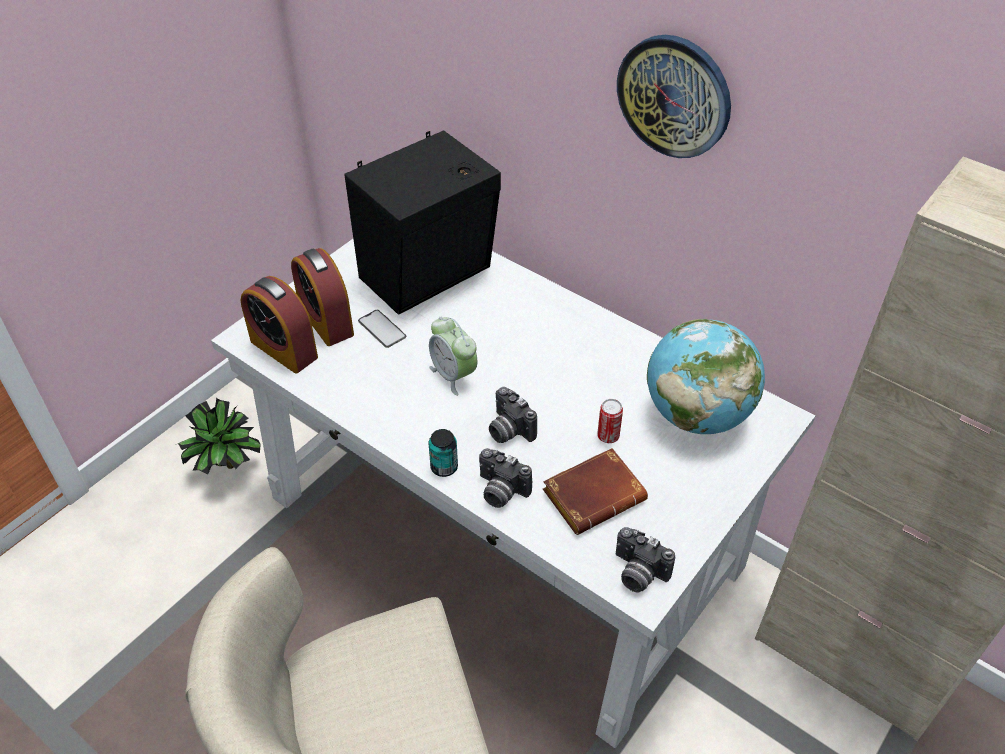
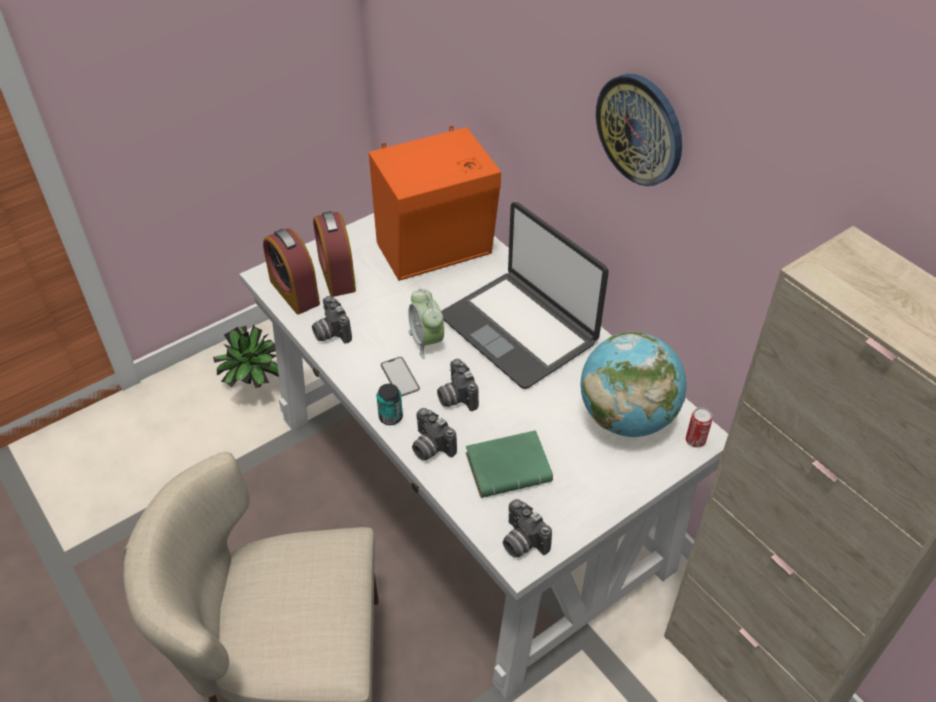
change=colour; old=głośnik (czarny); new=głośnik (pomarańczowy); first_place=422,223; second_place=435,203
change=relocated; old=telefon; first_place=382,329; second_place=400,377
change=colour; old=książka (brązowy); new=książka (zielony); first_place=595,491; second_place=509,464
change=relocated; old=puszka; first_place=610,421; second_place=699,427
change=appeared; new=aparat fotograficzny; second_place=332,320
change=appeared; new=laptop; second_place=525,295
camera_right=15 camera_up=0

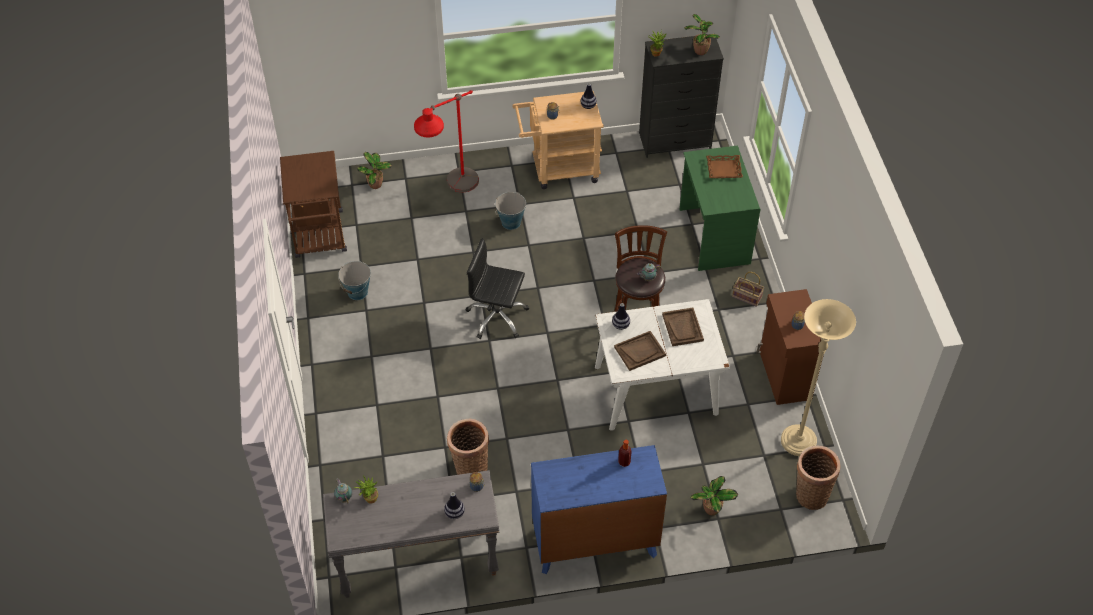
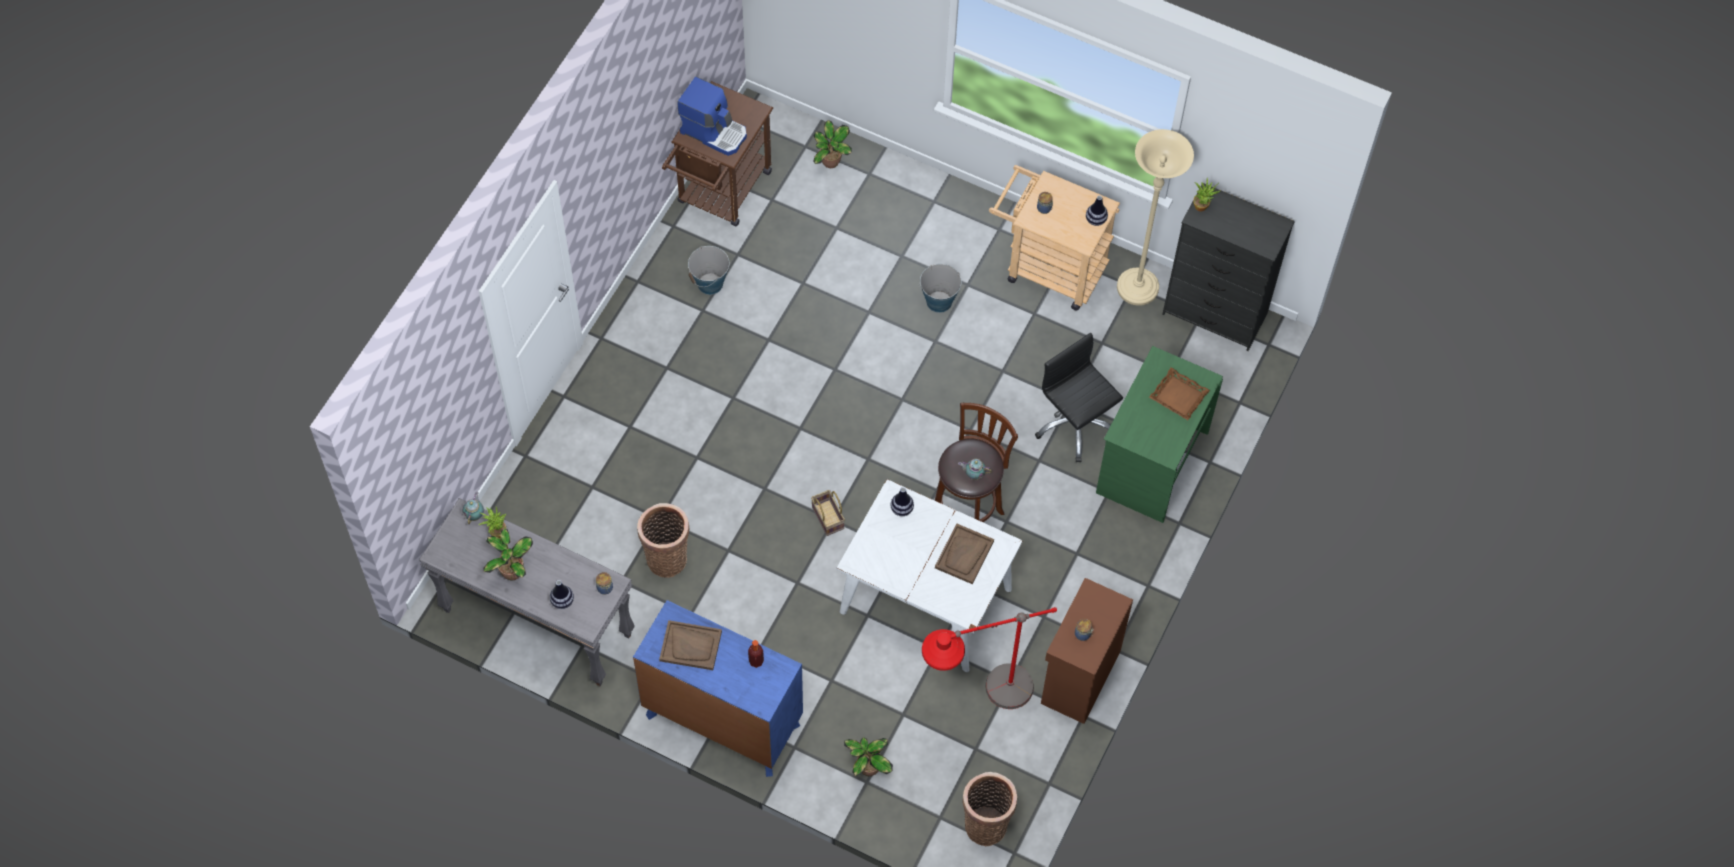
change=relocated; old=lampa stojąca (czerwony); first_place=446,141; second_place=989,658
change=relocated; old=krzesło biurowe (czarny); first_place=497,289; second_place=1079,397
change=relocated; old=taca (brązowy); first_place=640,351; second_place=690,645
change=relocated; old=roślina doniczkowa; first_place=702,34; second_place=508,554
change=relocated; old=koszyk; first_place=748,289; second_place=828,513
change=relocated; old=lampa stojąca (beżowy); first_place=818,377; second_place=1155,217
change=appeared; new=ekspres do kawy; second_place=712,116
camera_right=35 camera_up=10

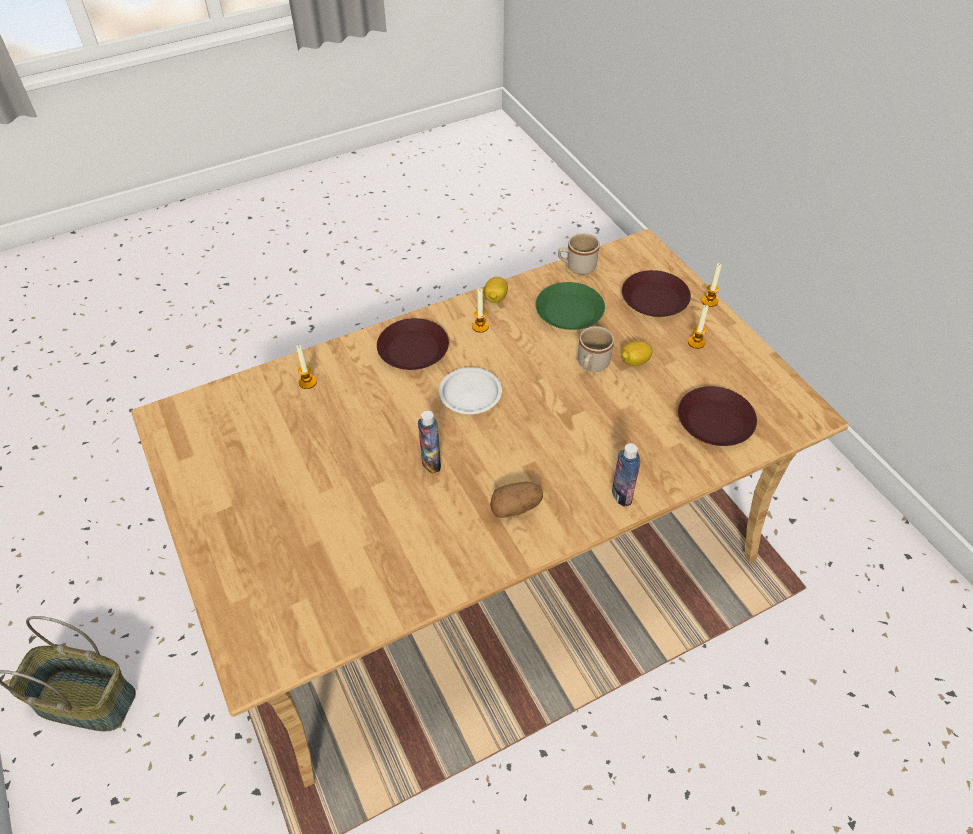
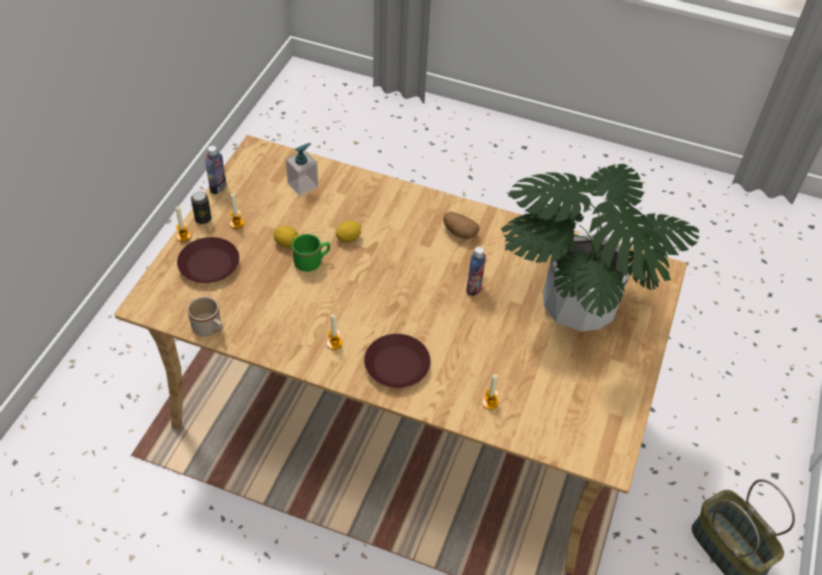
change=missing; old=talerz (biały); first_place=470,390
change=relocated; old=cytryna; first_place=495,290; second_place=348,231
change=missing; old=talerz (zielony); first_place=570,306
change=colour; old=kubek (beżowy); new=kubek (zielony); first_place=596,349; second_place=311,253
change=relocated; old=butelka; first_place=626,475; second_place=216,170
change=exchanged; old=talerz (brązowy); new=dozownik mydła; first_place=717,416; second_place=302,169
change=appeared; new=puszka; second_place=201,207
change=appeared; new=roślina doniczkowa; second_place=600,248
camera_right=-135 camera_up=0

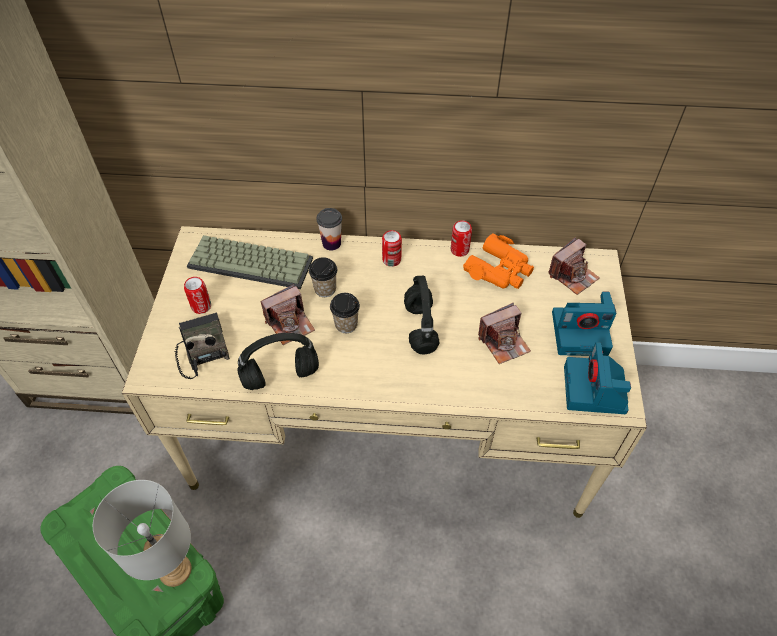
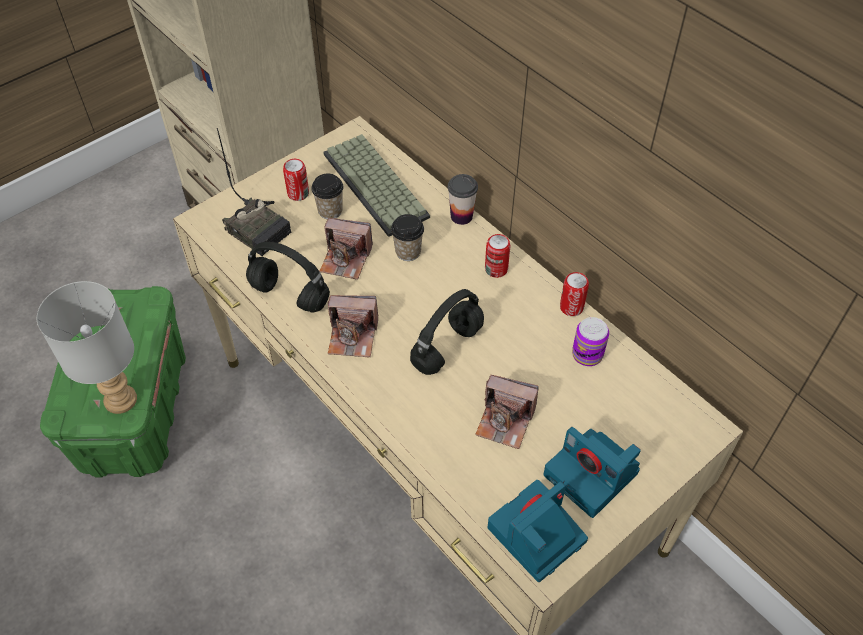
change=spun; old=radio; first_place=202,346; second_place=254,192; degrees=105
change=relocated; old=filiżanka; first_place=345,313; second_place=327,196
change=exchanged; old=lornetka (pomarańczowy); new=puszka; first_place=498,261; second_place=590,341
change=relocated; old=aparat fotograficzny; first_place=574,266; second_place=353,326
camera_right=45 camera_up=0

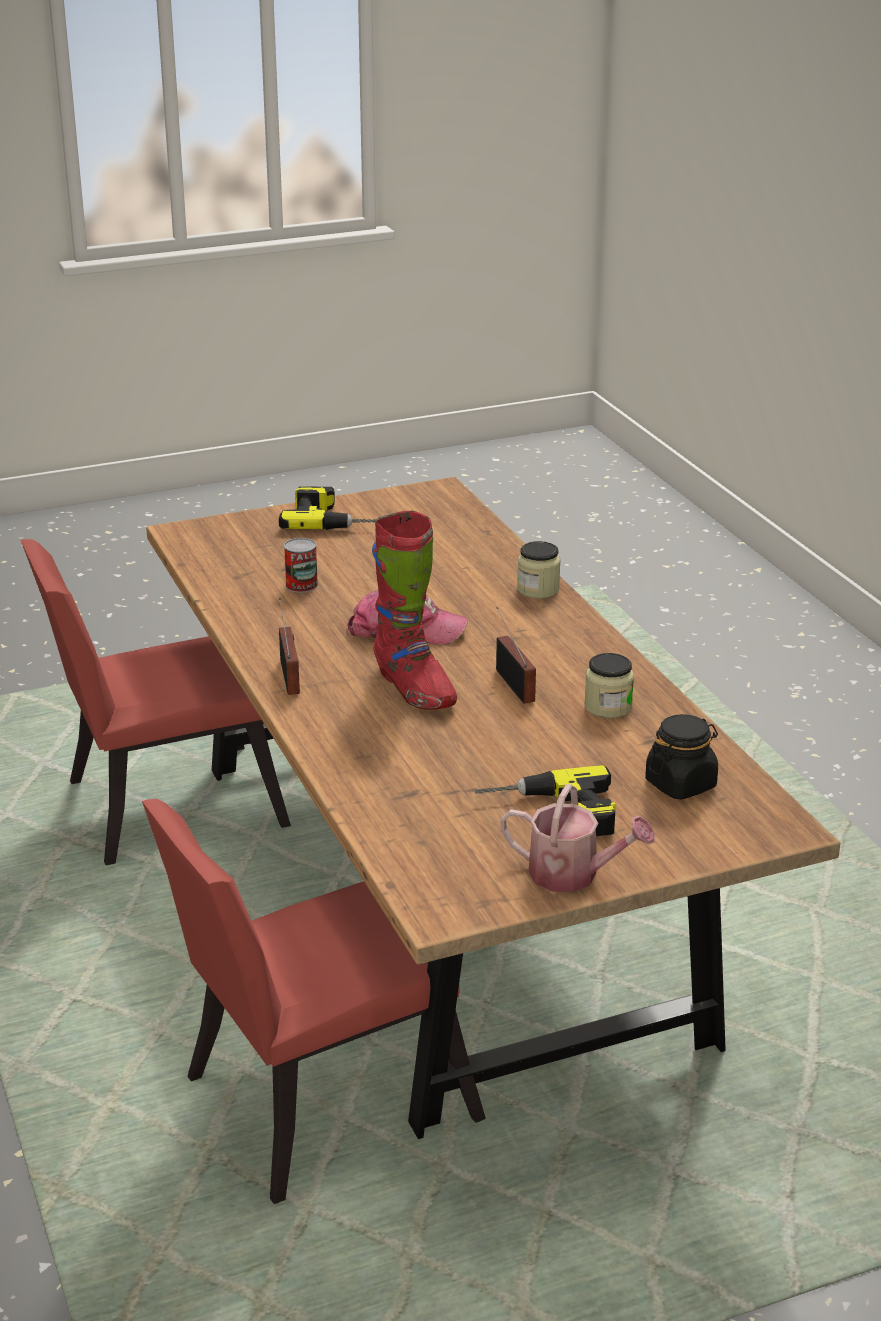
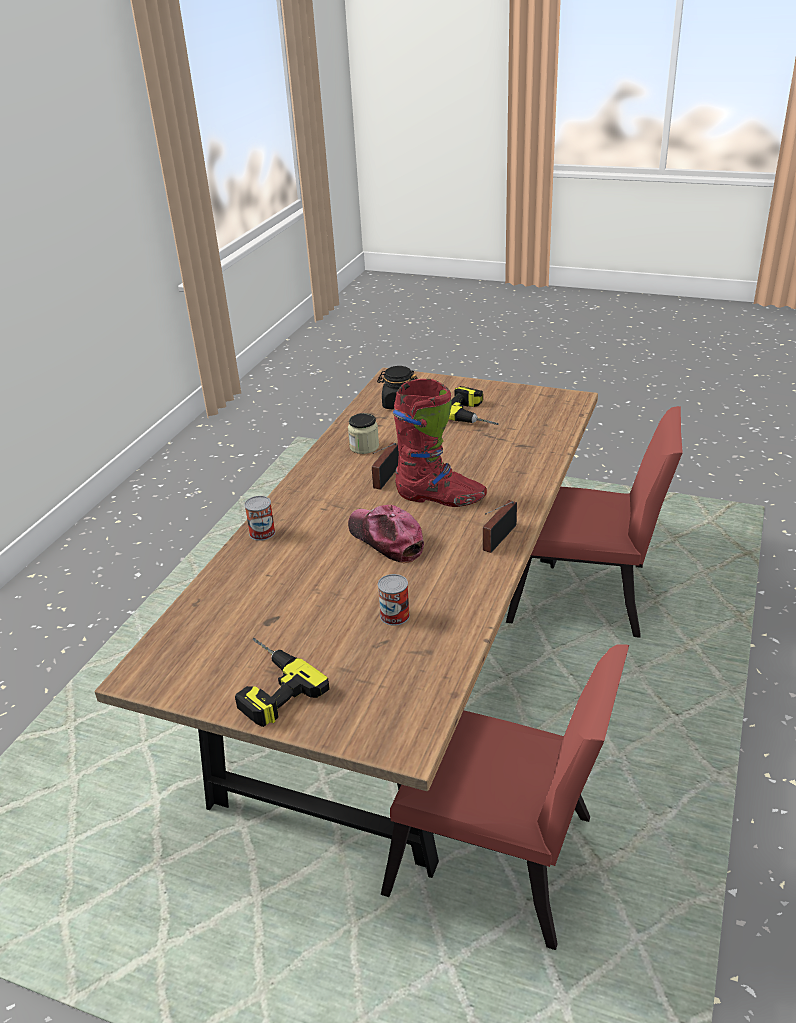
change=spun; old=but z cholewką (czerwony); first_place=414,610; second_place=440,443; degrees=90
change=missing; old=konewka; first_place=577,838
change=exchanged; old=słoik; new=puszka; first_place=539,570; second_place=259,518
camera_right=-135 camera_up=5

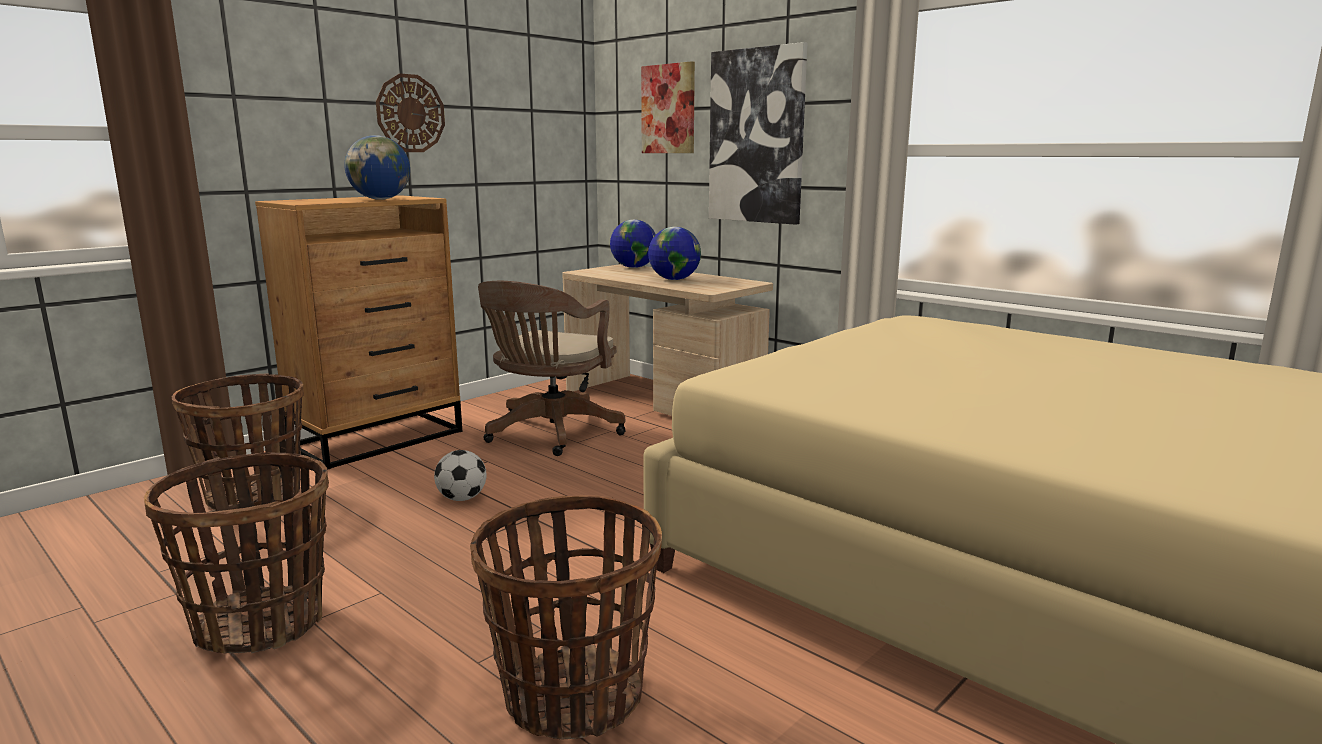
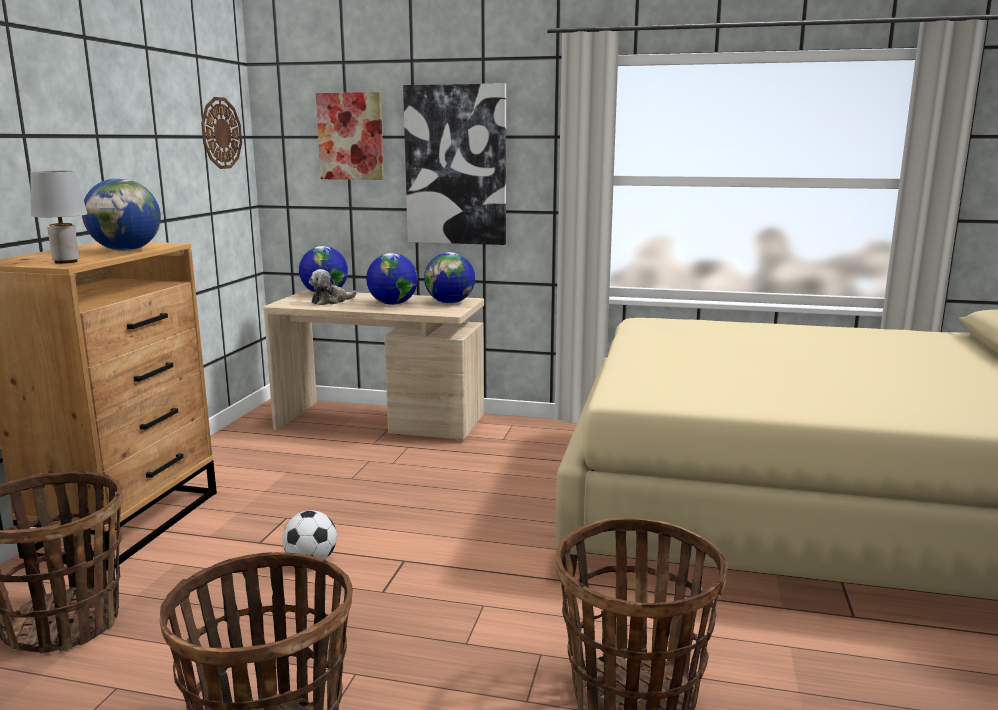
change=relocated; old=zegar ścienny; first_place=410,112; second_place=221,133
change=missing; old=krzesło biurowe (brązowy); first_place=551,368
change=appeared; new=lampa stołowa (szary); second_place=58,217
change=appeared; new=pluszak; second_place=333,287
change=appeared; new=globus; second_place=449,278
camera_right=-30 camera_up=0

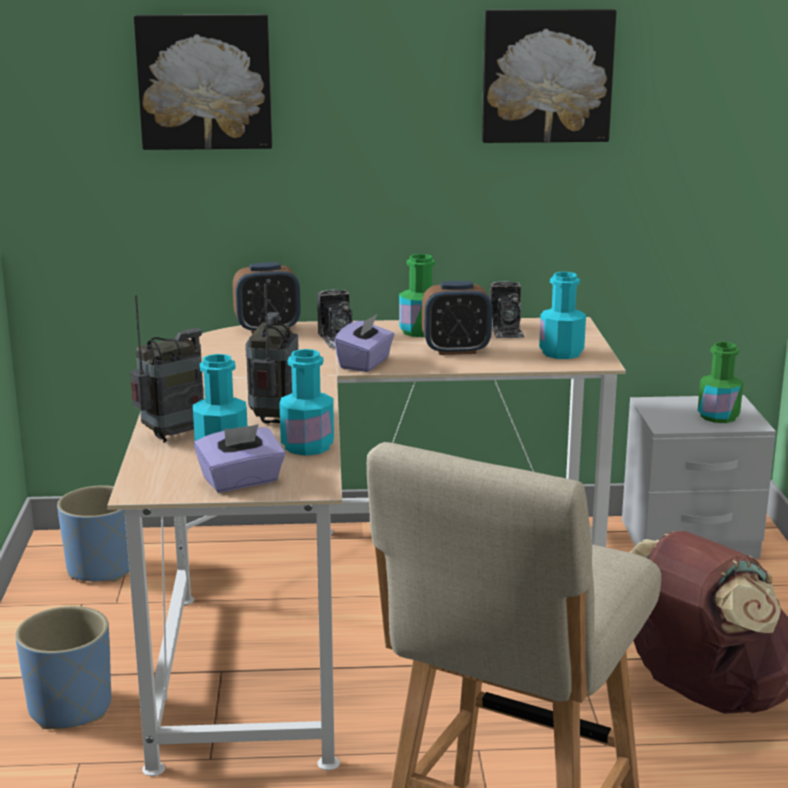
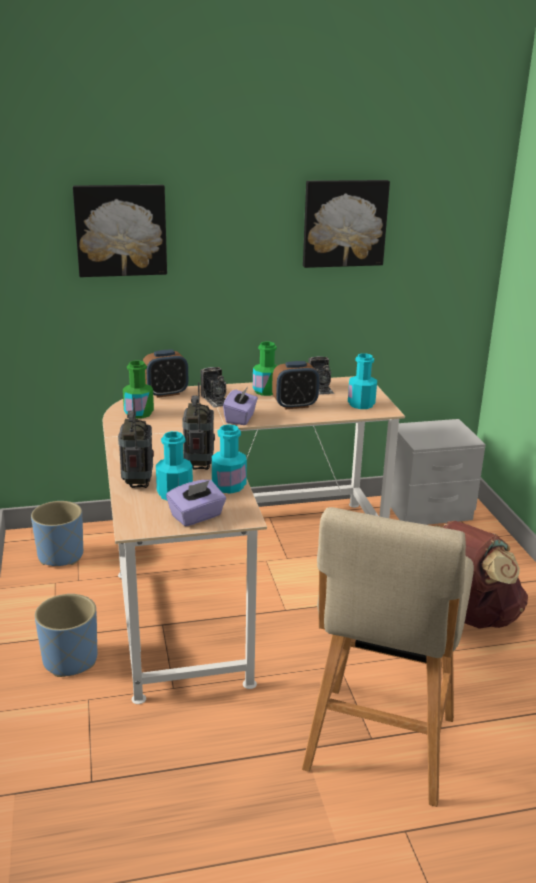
change=spun; old=radio; first_place=167,368; second_place=136,442; degrees=-45
change=relocated; old=butelka (zielony); first_place=720,382; second_place=138,390
camera_right=-10 camera_up=5

